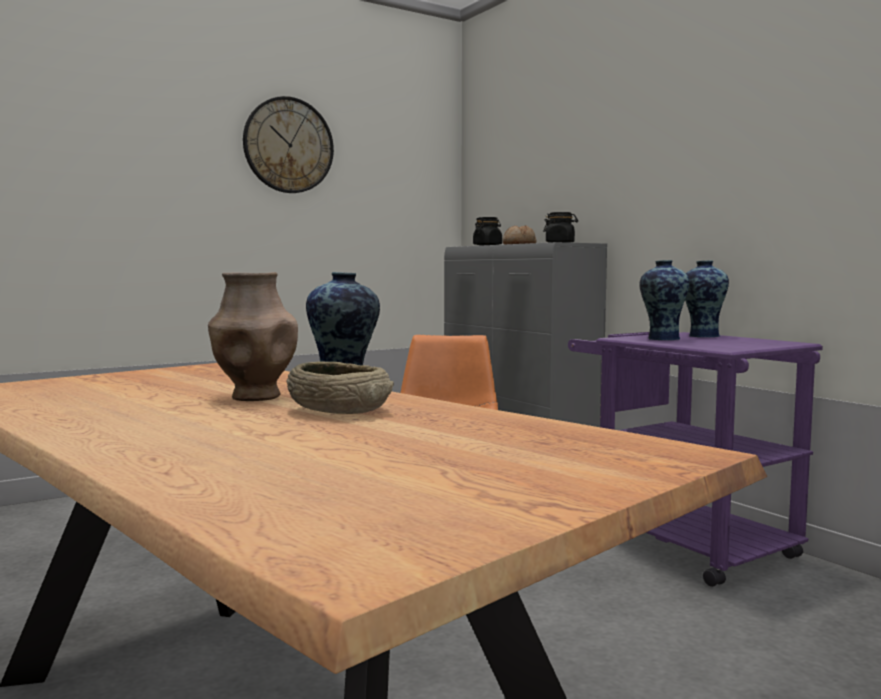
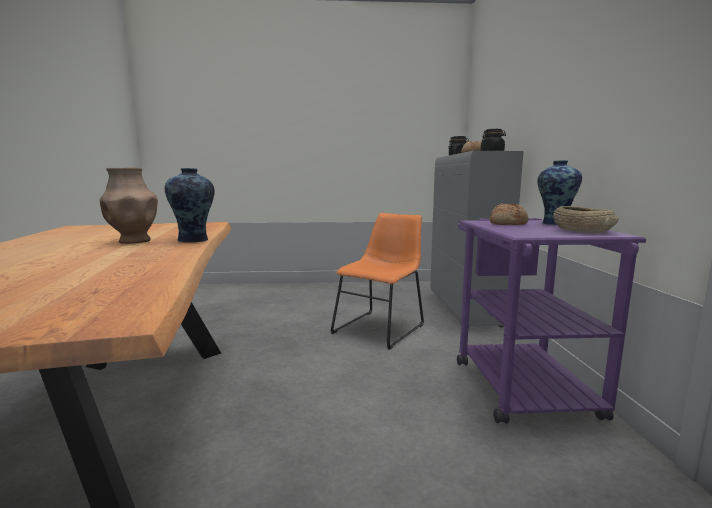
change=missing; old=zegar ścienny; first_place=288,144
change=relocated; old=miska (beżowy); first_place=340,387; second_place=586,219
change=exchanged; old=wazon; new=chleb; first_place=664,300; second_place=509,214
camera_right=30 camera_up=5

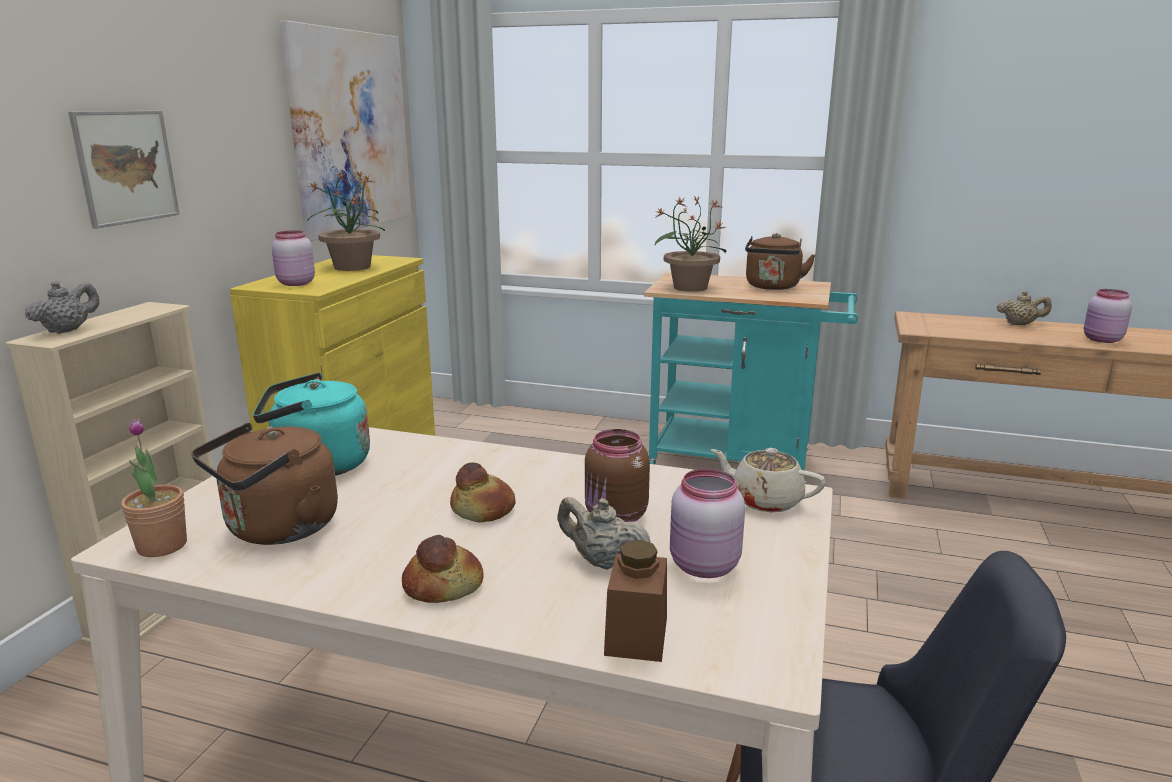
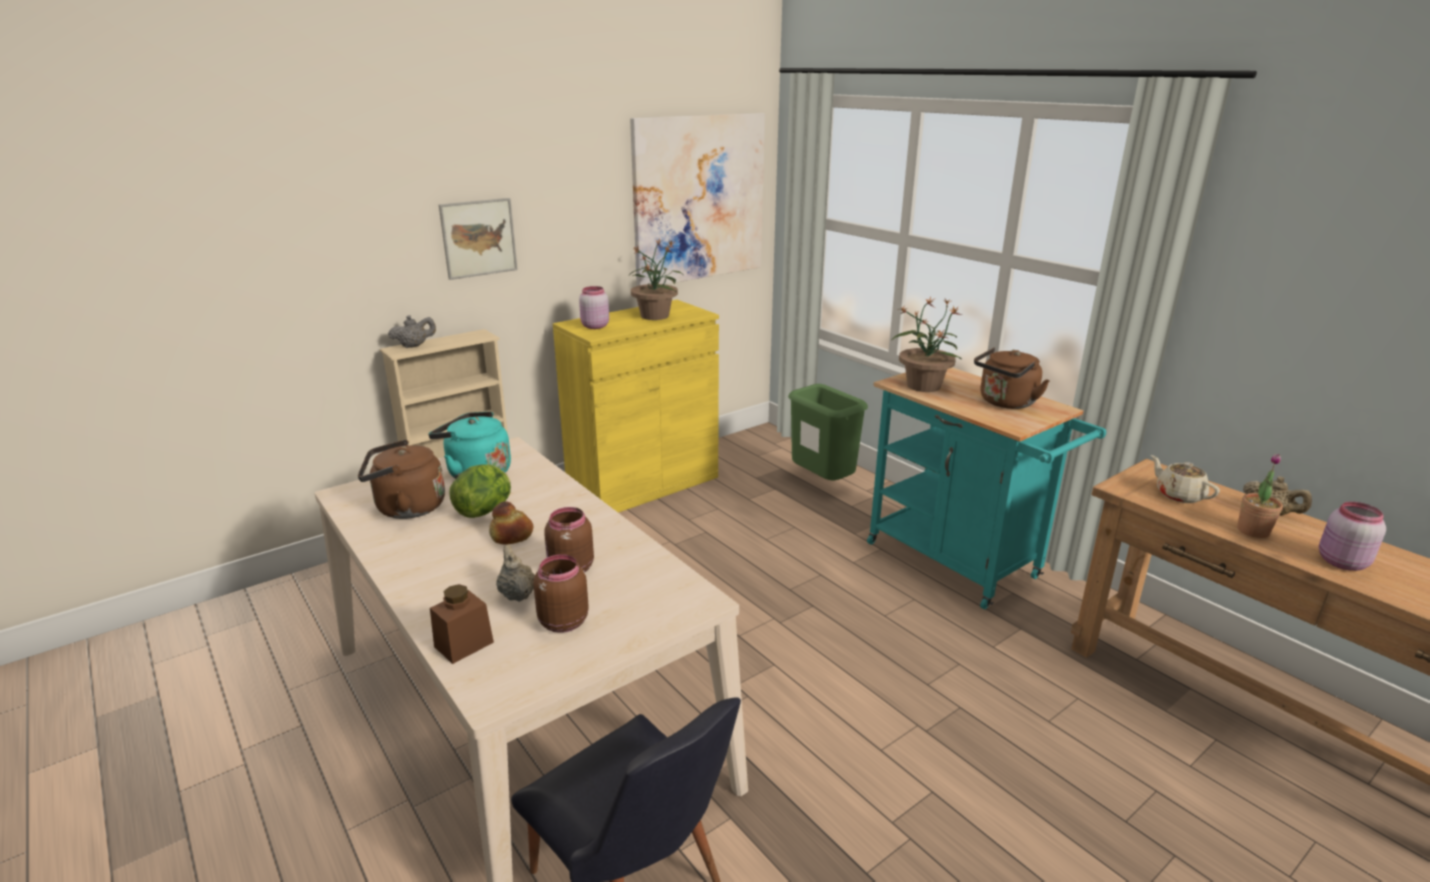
change=relocated; old=roślina doniczkowa; first_place=154,487; second_place=1260,496
change=missing; old=chleb; first_place=443,569
change=colour; old=słoik (różowy); new=słoik (brązowy); first_place=707,523; second_place=561,593
change=relocated; old=imbryk (beżowy); first_place=768,480; second_place=1185,479
change=appeared; new=sałata; second_place=480,491
change=appeared; new=kosz na śmieci (zielony); second_place=828,432
camera_right=35 camera_up=5

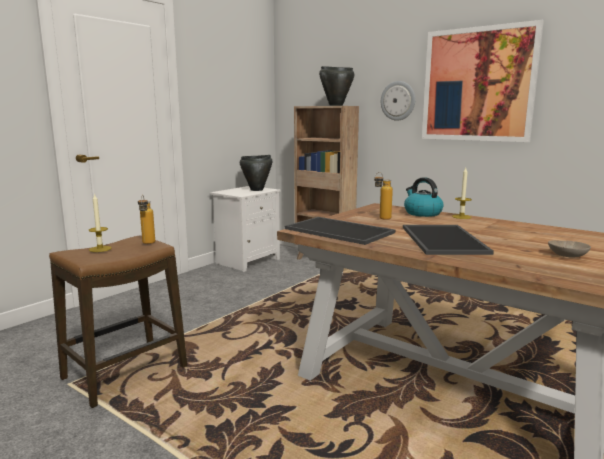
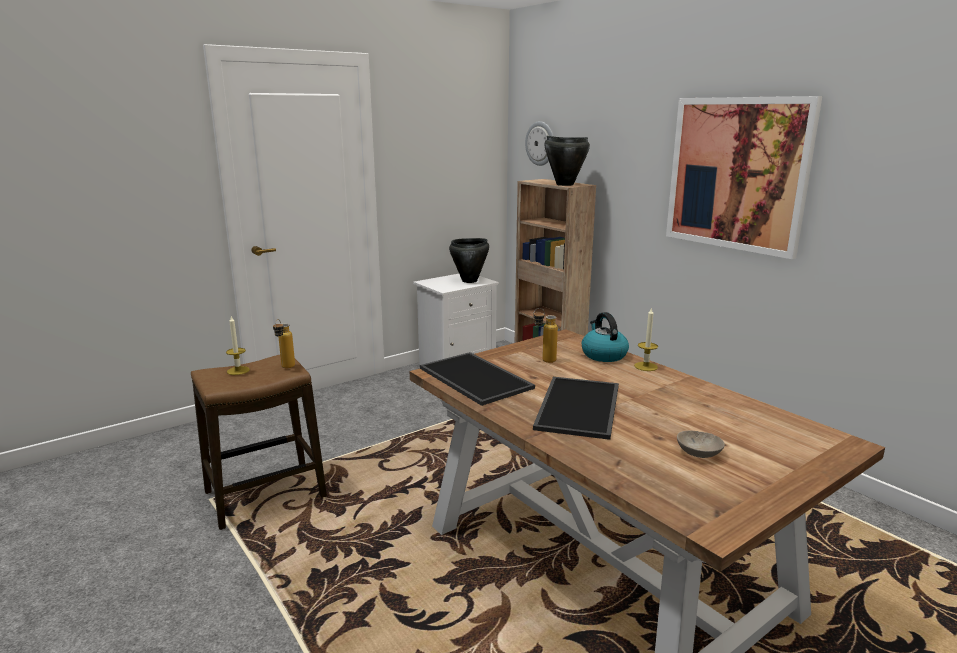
change=relocated; old=zegar ścienny; first_place=398,101; second_place=539,143
camera_right=15 camera_up=5

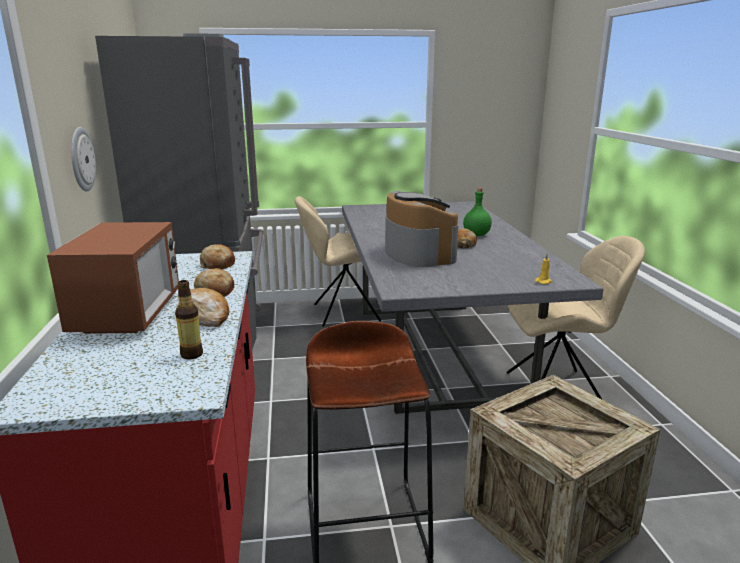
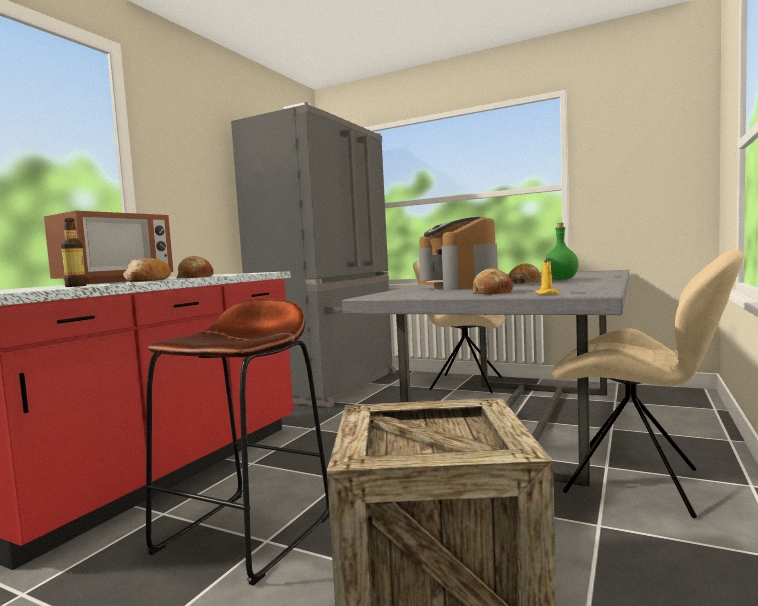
change=missing; old=zegar ścienny; first_place=83,159
change=relocated; old=chleb; first_place=217,256; second_place=493,281
change=spun; old=ekspres do kawy; first_place=422,229; second_place=458,253; degrees=150
camera_right=35 camera_up=-15

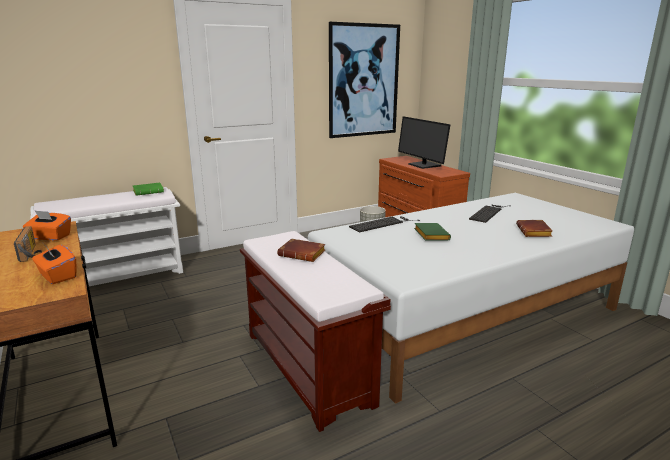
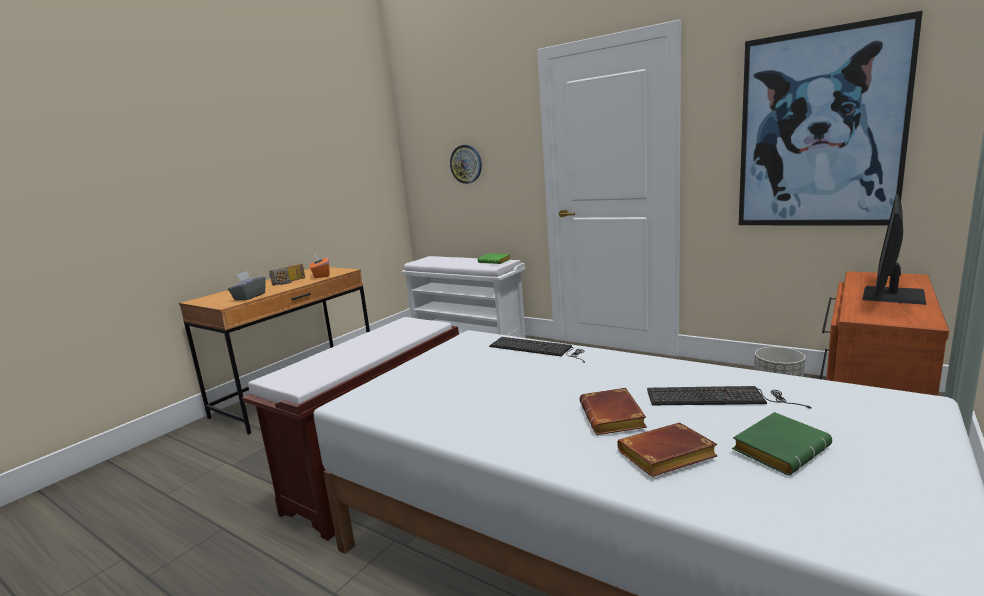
change=colour; old=pudełko chusteczek (pomarańczowy); new=pudełko chusteczek (szary); first_place=54,263; second_place=247,285
change=relocated; old=książka (brązowy); first_place=301,250; second_place=613,411
change=relocated; old=książka (zielony); first_place=432,231; second_place=782,444
change=appeared; new=zegar ścienny; second_place=466,164
camera_right=65 camera_up=-5

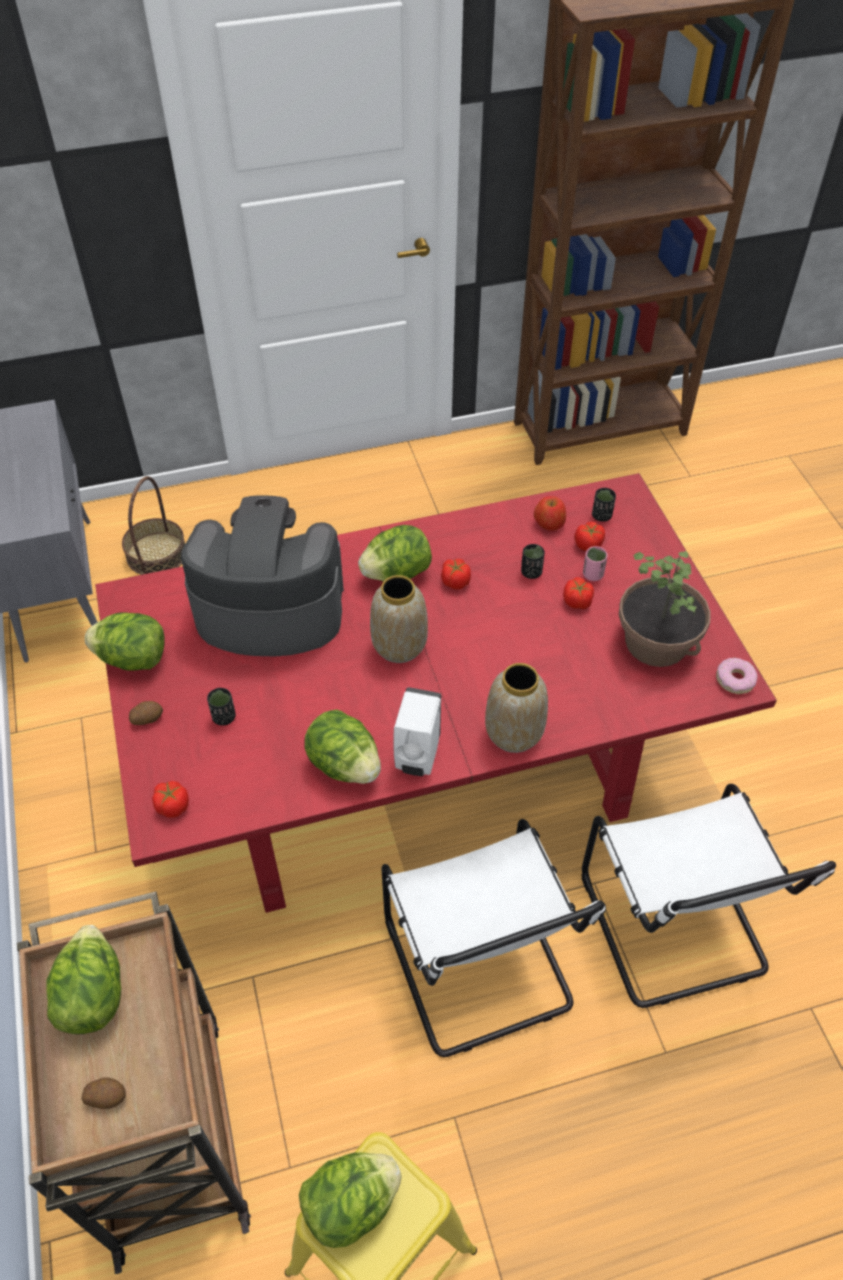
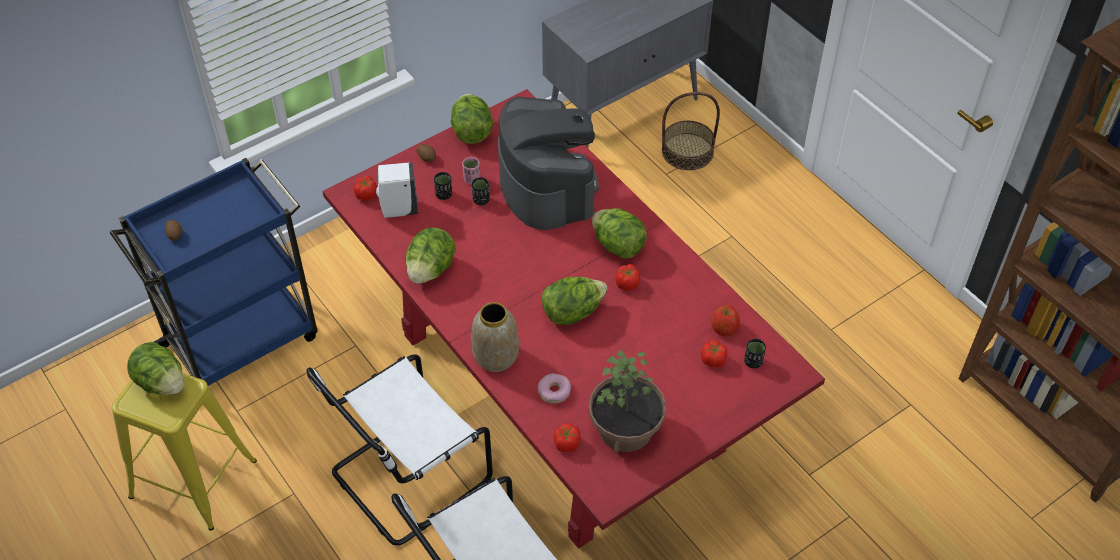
change=colour; old=wózek (brązowy); new=wózek (niebieski); first_place=134,1082; second_place=214,272
change=relocated; old=sałata; first_place=83,979; second_place=575,301
change=missing; old=wazon; first_place=399,619
change=relocated; old=dozownik mydła (biały); first_place=417,731; second_place=397,190
change=relocated; old=filiżanka (czarny); first_place=533,561; second_place=481,191
change=relocated; old=pomidor; first_place=578,593; second_place=567,437
change=relocated; old=filiżanka (różowy); first_place=595,563; second_place=471,170
change=relocated; old=donut; first_place=737,676; second_place=554,388
camera_right=70 camera_up=0

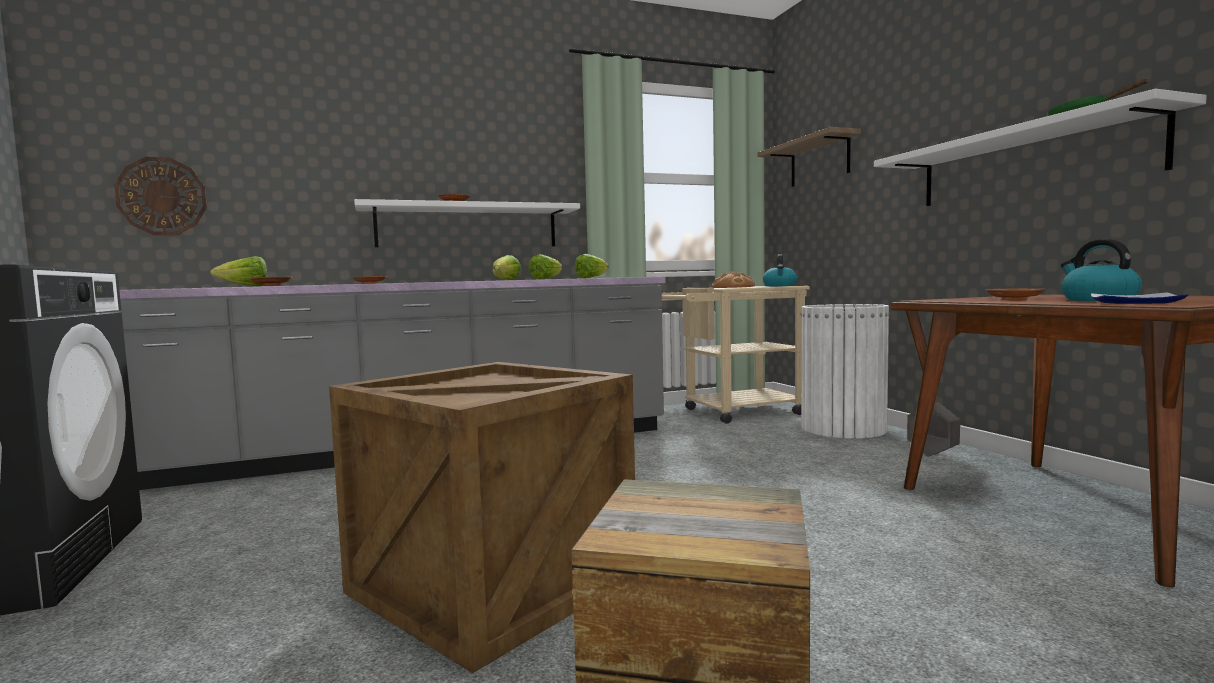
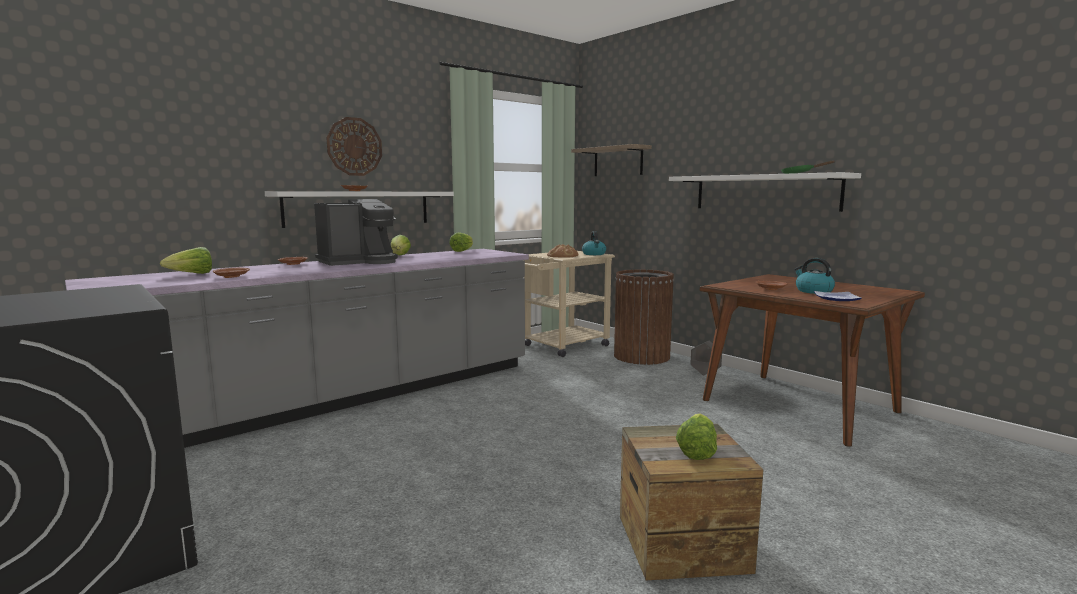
change=relocated; old=zegar ścienny; first_place=160,196; second_place=354,146
change=missing; old=skrzynka; first_place=482,517
change=relocated; old=sałata; first_place=545,267; second_place=696,436
change=colour; old=kosz na śmieci (biały); new=kosz na śmieci (brązowy); first_place=845,371; second_place=644,317
change=appeared; new=ekspres do kawy; second_place=356,232
camera_right=-20 camera_up=5

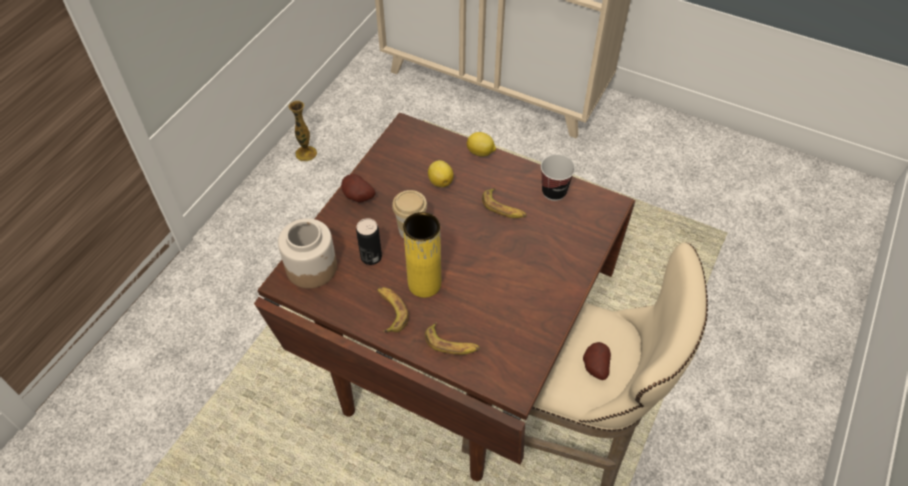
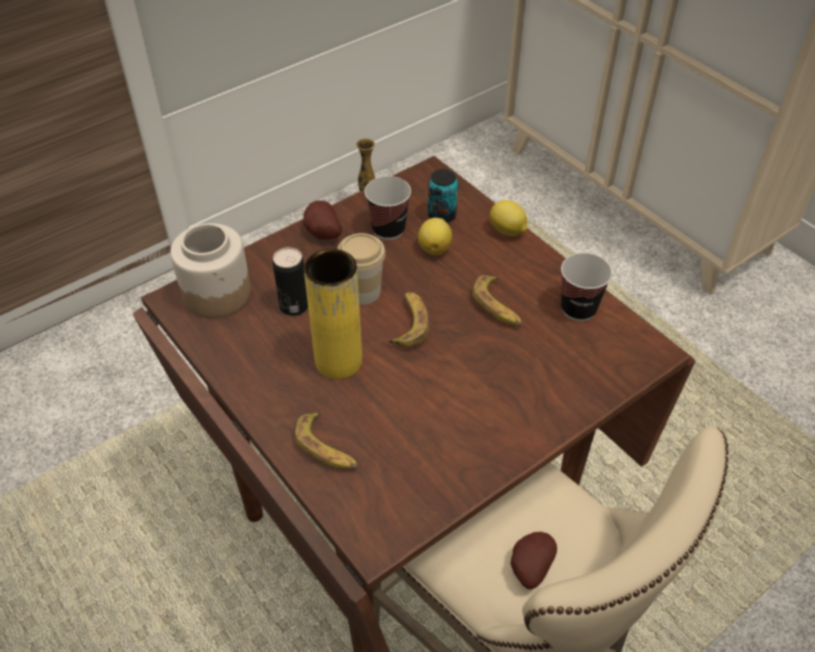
change=relocated; old=banan; first_place=393,309; second_place=408,320
change=appeared; new=filiżanka; second_place=388,208
change=appeared; new=puszka; second_place=443,196
camera_right=25 camera_up=-5

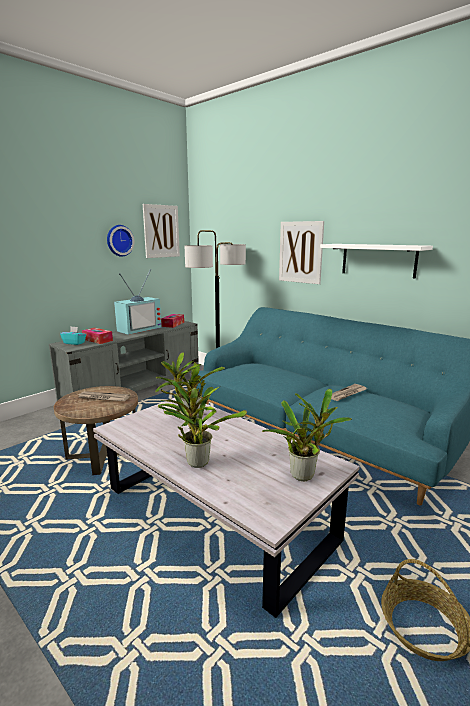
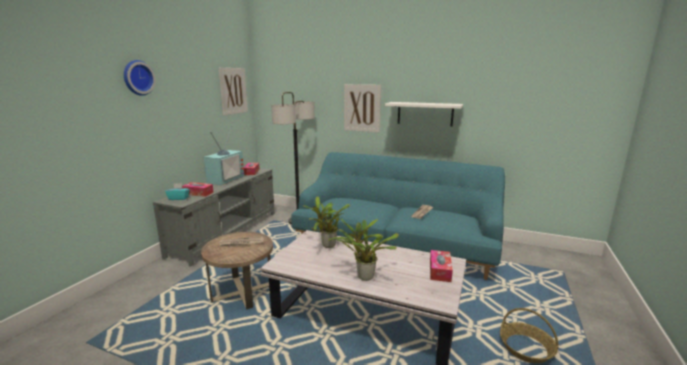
change=relocated; old=zegar ścienny; first_place=120,241; second_place=140,78
change=exchanged; old=roślina doniczkowa; new=pudełko chusteczek; first_place=307,435; second_place=441,266
camera_right=-20 camera_up=0

